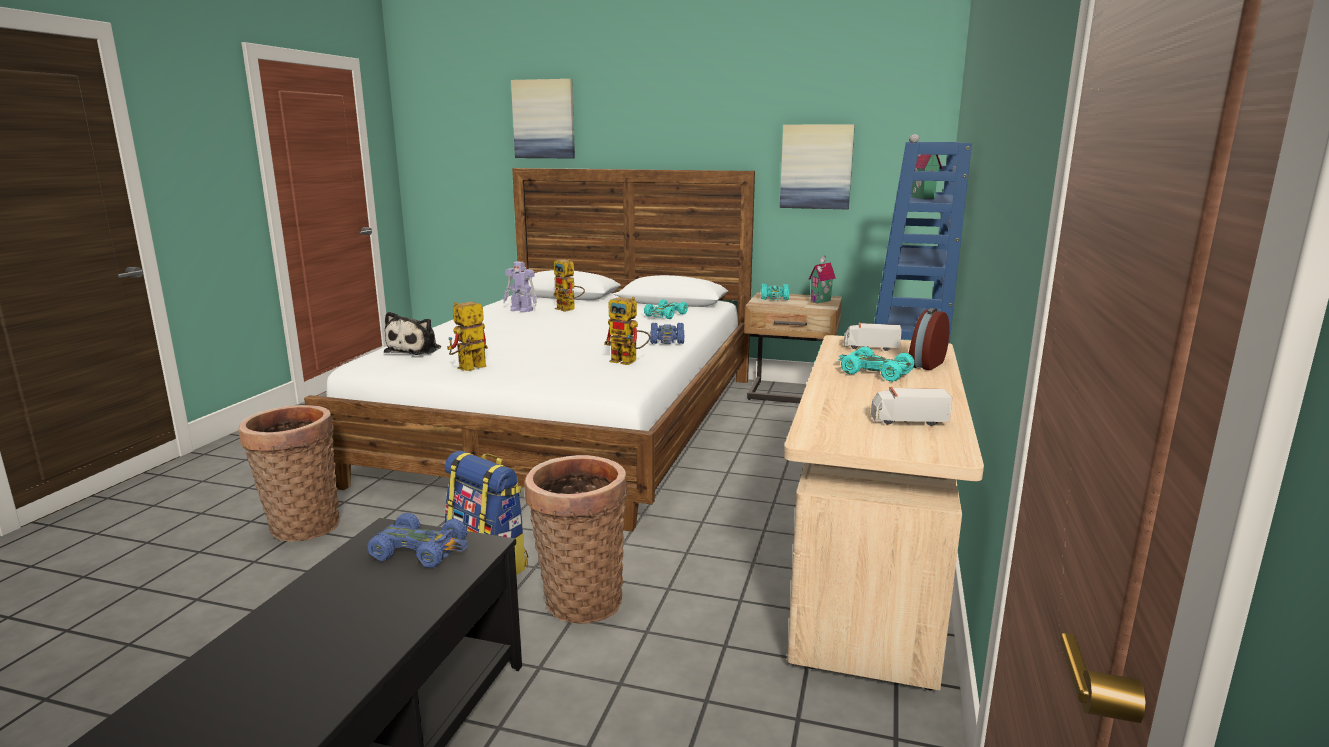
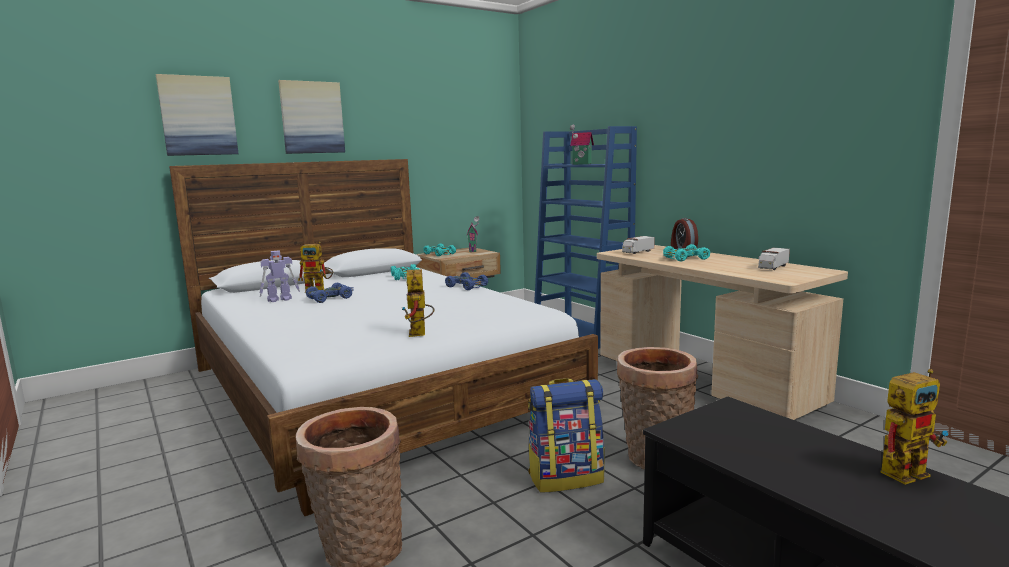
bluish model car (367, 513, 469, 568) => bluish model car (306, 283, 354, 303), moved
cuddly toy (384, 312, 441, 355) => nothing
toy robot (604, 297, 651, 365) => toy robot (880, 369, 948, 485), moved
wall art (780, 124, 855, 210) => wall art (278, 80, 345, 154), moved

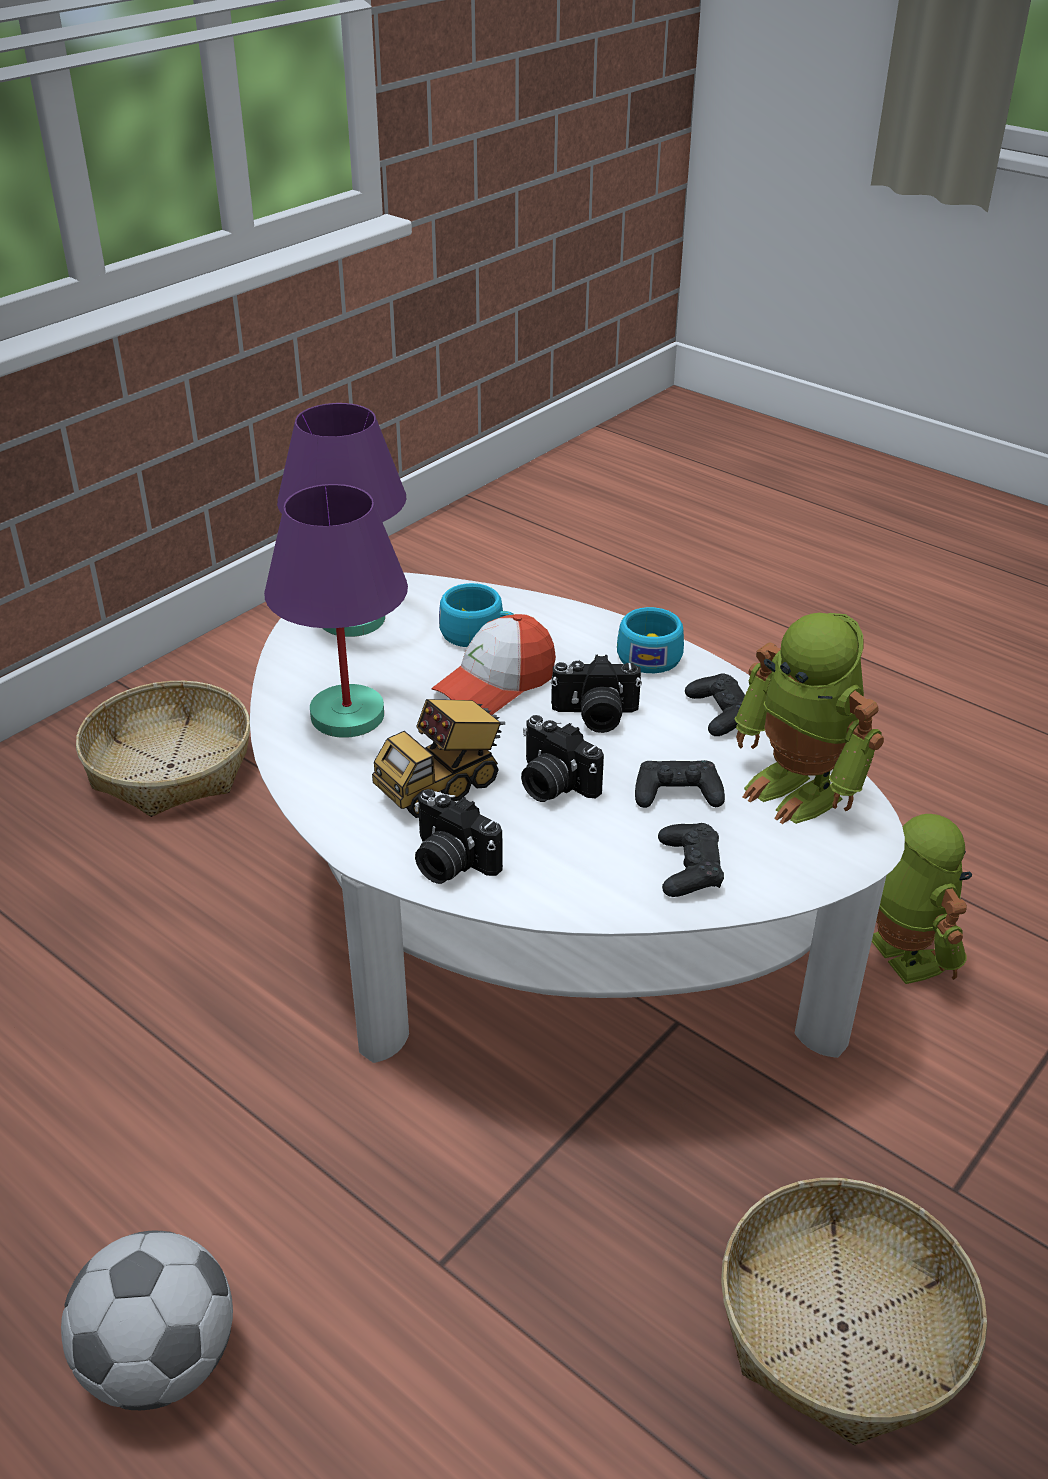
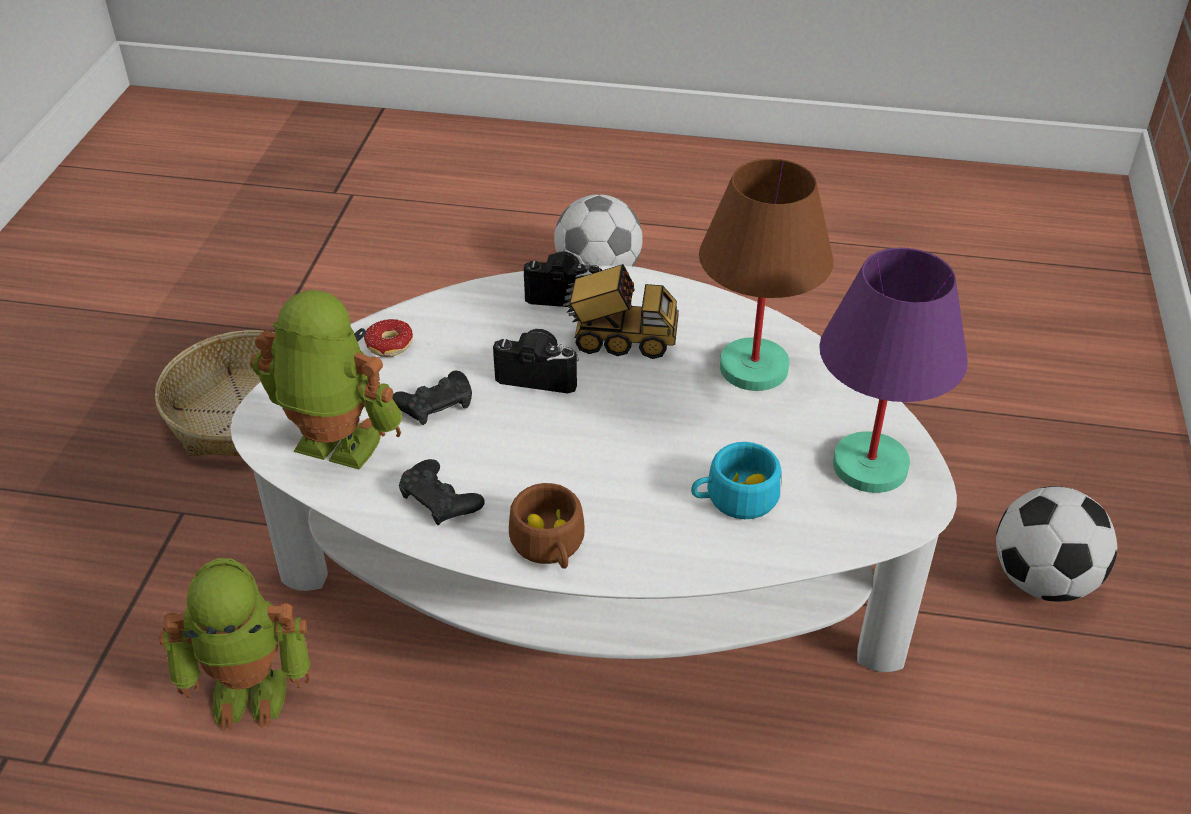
household basket (76, 681, 250, 817) => football (996, 486, 1117, 601)
purple tabletop lamp (264, 484, 408, 738) => brown tabletop lamp (699, 158, 833, 391)
toy truck (372, 699, 506, 818) => toy truck (563, 264, 679, 359), 75 degrees clockwise
baseball cap (431, 614, 556, 715) => nothing
still camera (551, 655, 642, 733) => nothing
turquoise drinking cup (617, 607, 684, 673) => brown drinking cup (509, 483, 585, 569)
black joypad (658, 823, 724, 897) => donut (364, 319, 429, 357)
toy robot (872, 814, 972, 984) => toy robot (159, 558, 311, 731), 45 degrees counterclockwise

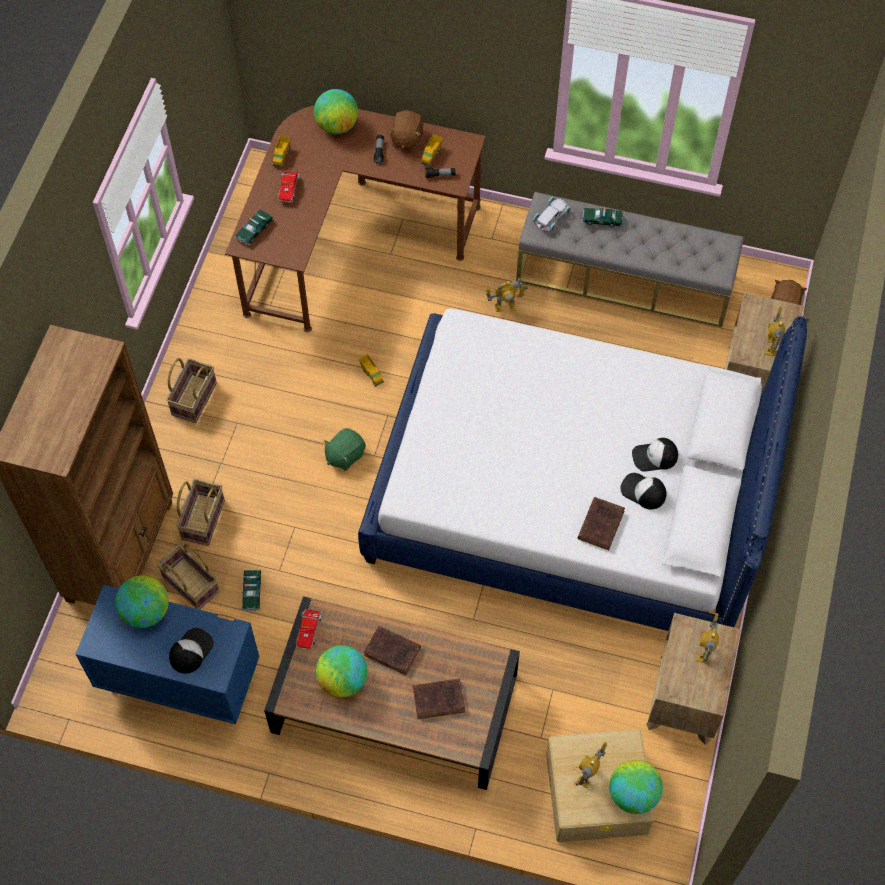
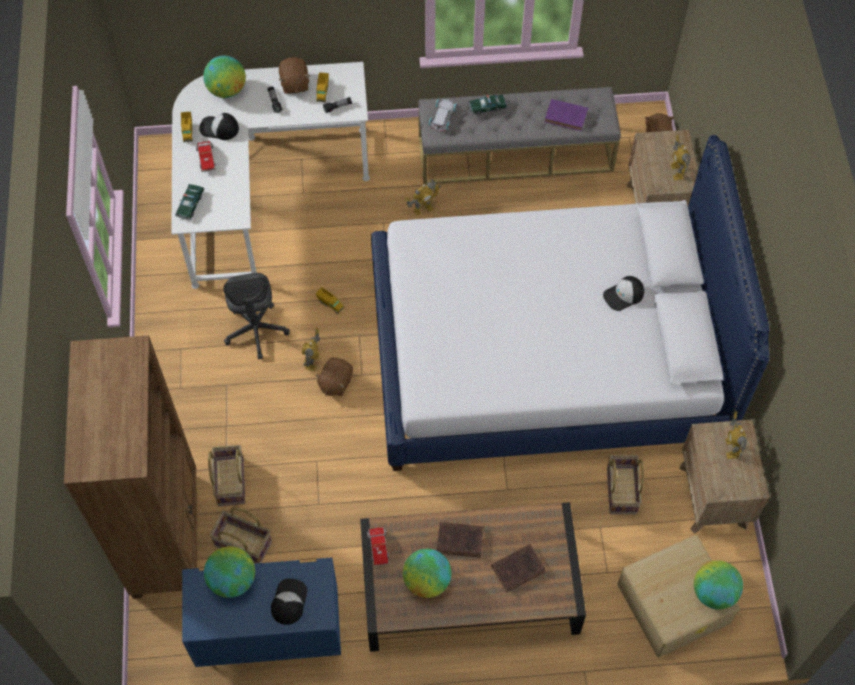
household basket (166, 358, 217, 423) => household basket (607, 455, 644, 514), moved
brown desk (225, 105, 486, 332) => white-coloured desk (171, 62, 370, 289)
model car (241, 570, 262, 611) => nothing
greenish cuddly toy (324, 428, 366, 471) => brown cuddly toy (315, 358, 353, 396)
toy robot (576, 742, 607, 788) => toy robot (302, 328, 320, 371), moved
brown volume (578, 497, 625, 550) => nothing
baseball cap (620, 473, 666, 509) => baseball cap (199, 113, 239, 140), moved
nothing => greyish office chair (223, 273, 290, 360)
nothing => purple volume (545, 99, 588, 131)

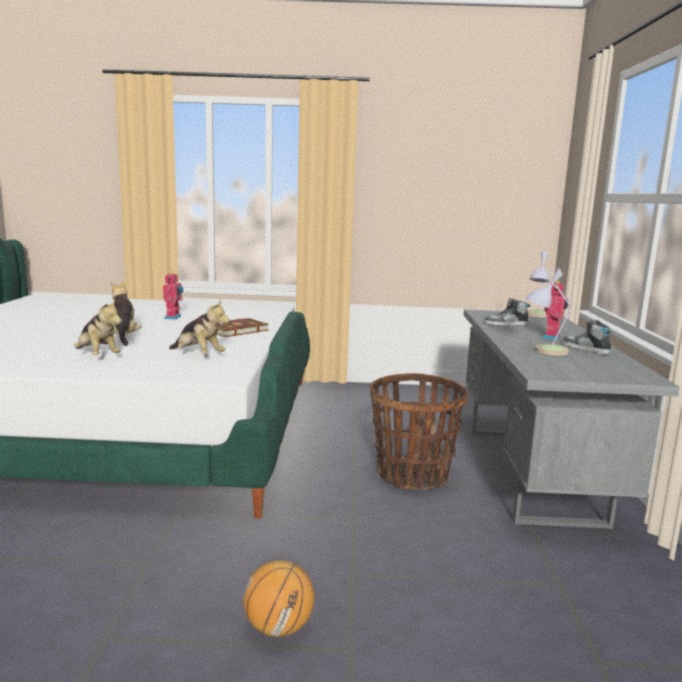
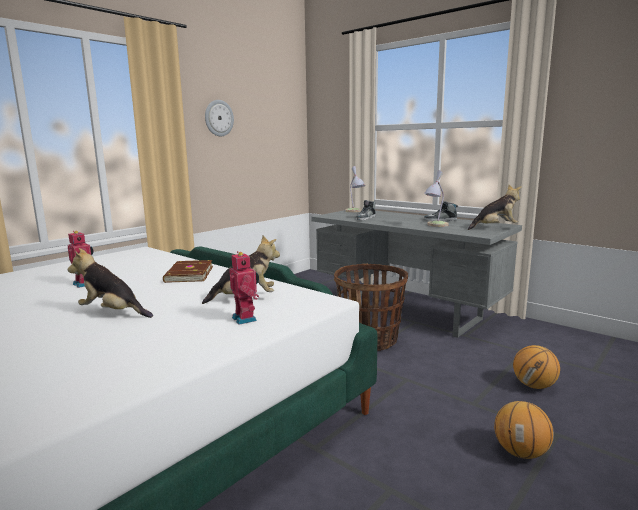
cuddly toy (74, 299, 122, 355) => cuddly toy (468, 185, 522, 230), moved
toy robot (542, 281, 569, 340) => toy robot (229, 251, 259, 325), moved
nothing => wall clock (205, 100, 234, 136)
nothing => ball for basketball (513, 345, 560, 389)

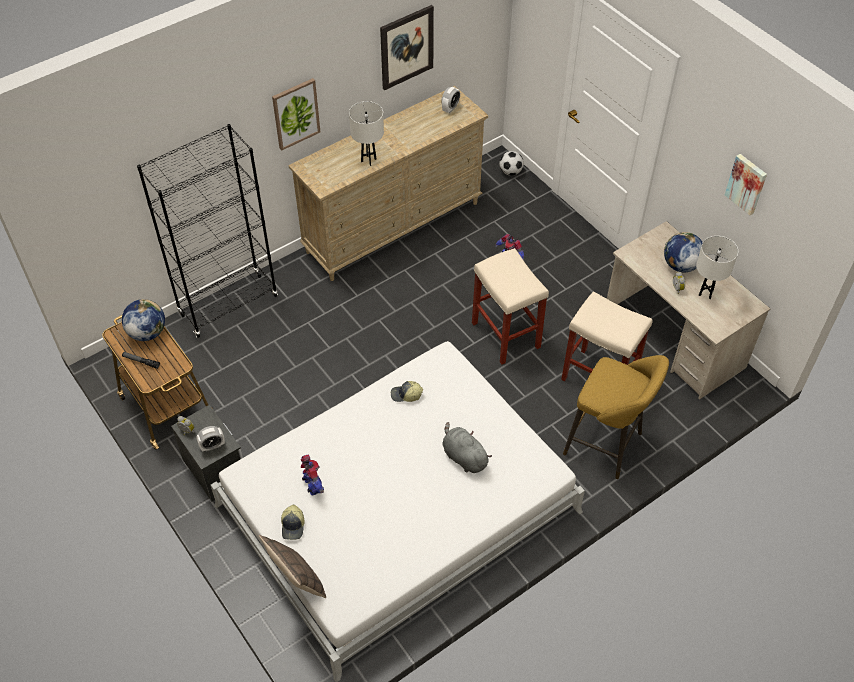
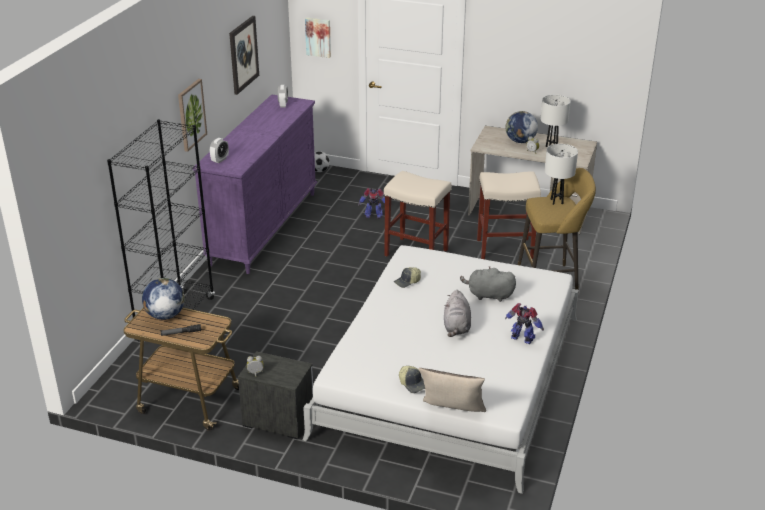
bedside clock (196, 426, 225, 452) => bedside clock (210, 138, 229, 163), moved
sand-coloured dresser (288, 86, 488, 281) => purple dresser (193, 94, 317, 274)
toy robot (301, 454, 324, 495) => toy robot (505, 303, 544, 344), moved
white-coloured tabletop lamp (349, 101, 384, 166) => white-coloured tabletop lamp (545, 144, 578, 205), moved
wall art (725, 154, 767, 215) => wall art (305, 17, 331, 58), moved
nothing => greyish cuddly toy (444, 290, 471, 337)

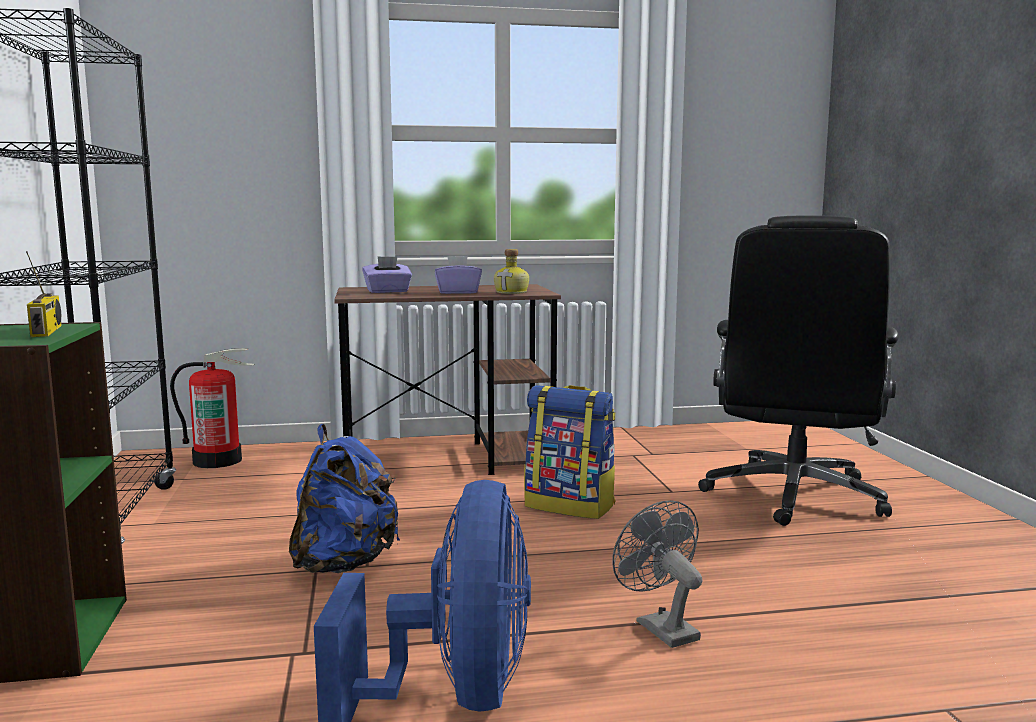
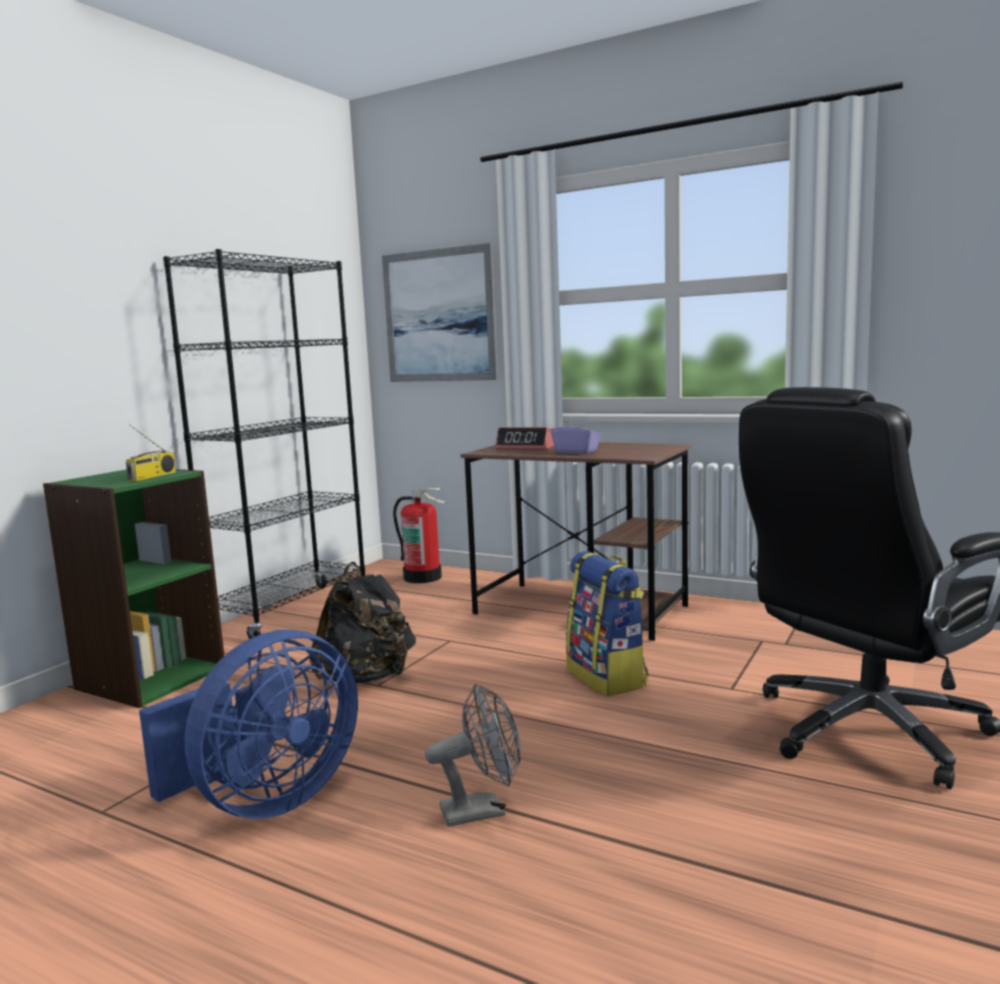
bluish rucksack (289, 424, 400, 573) => black rucksack (309, 562, 416, 683)
purple box of tissues (362, 256, 412, 293) => bedside clock (495, 427, 554, 450)
drink bottle (494, 249, 529, 294) => nothing
greyish fan (613, 500, 702, 648) => greyish fan (425, 684, 521, 827), 60 degrees clockwise
nothing => wall art (382, 243, 498, 382)

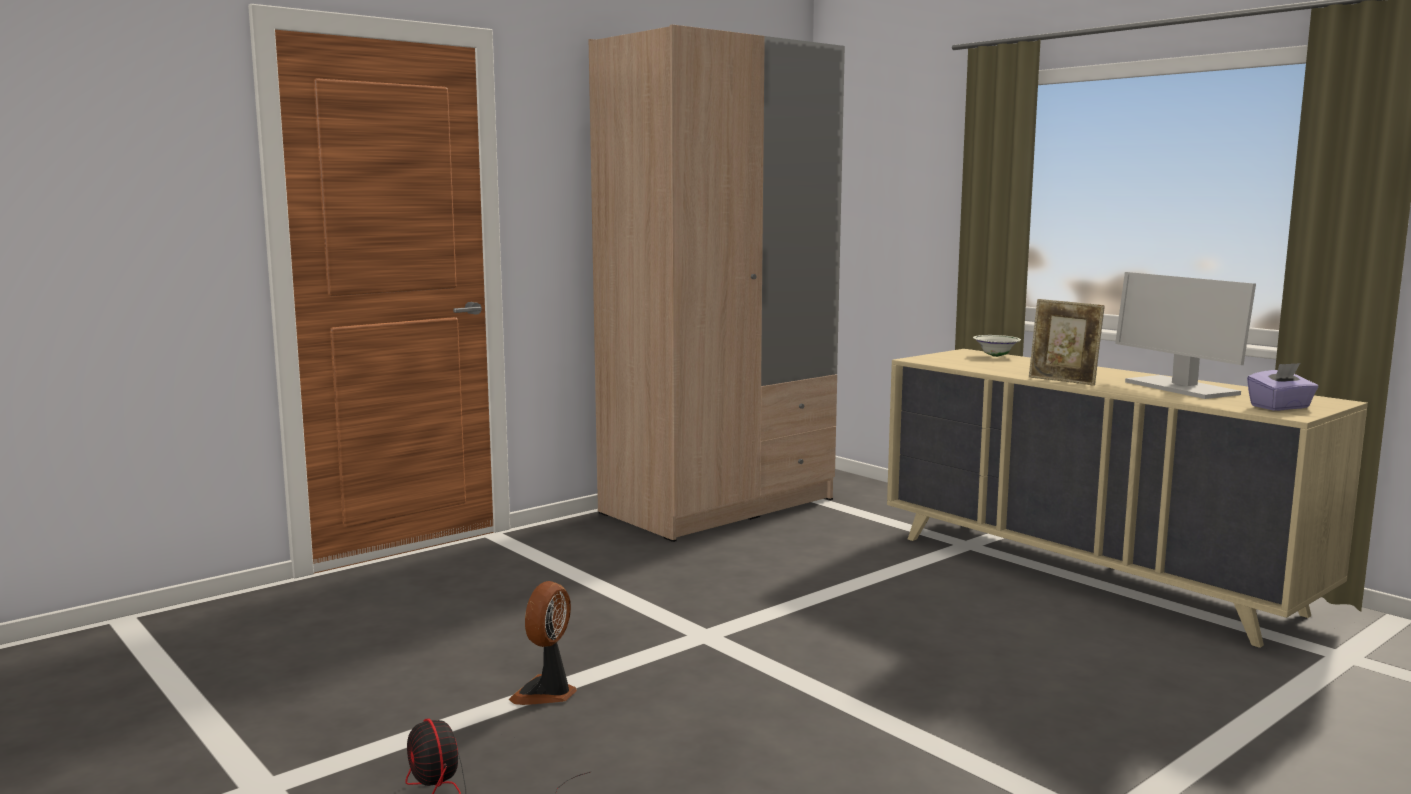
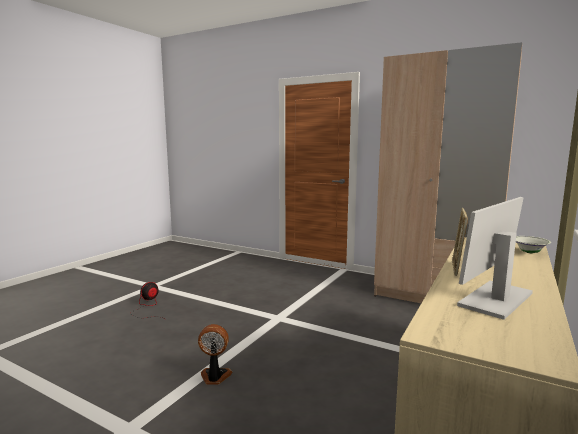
fan (509, 581, 577, 705) => fan (198, 324, 233, 385), moved
purple box of tissues (1247, 363, 1318, 411) => nothing

